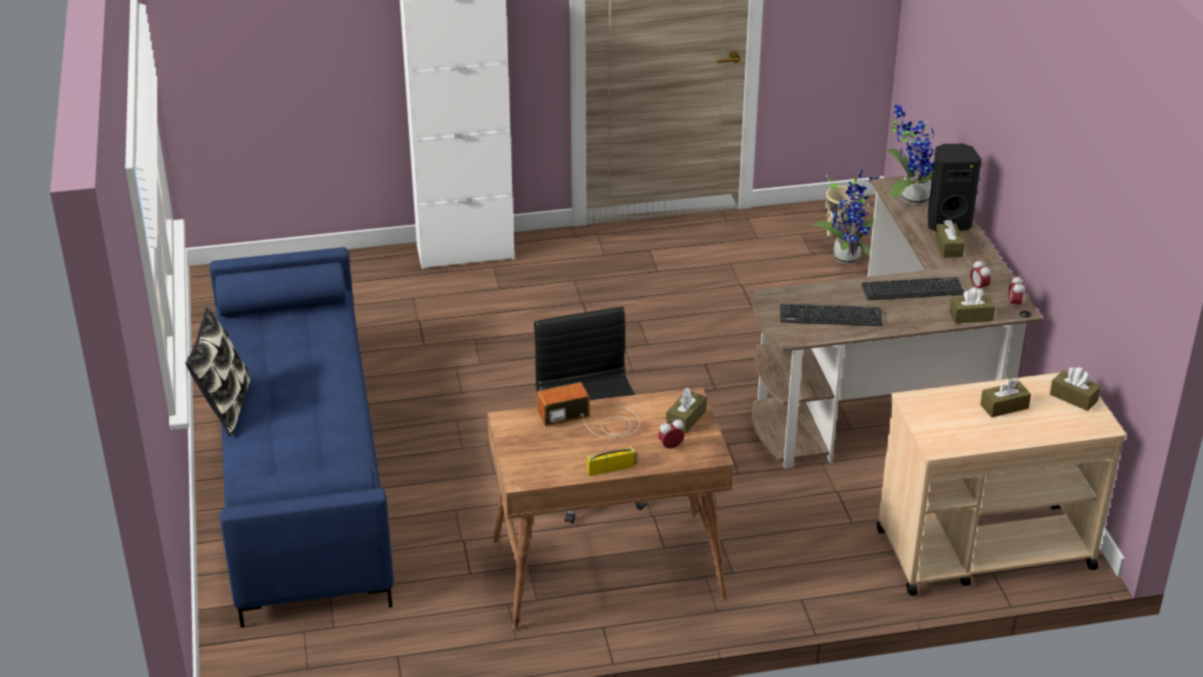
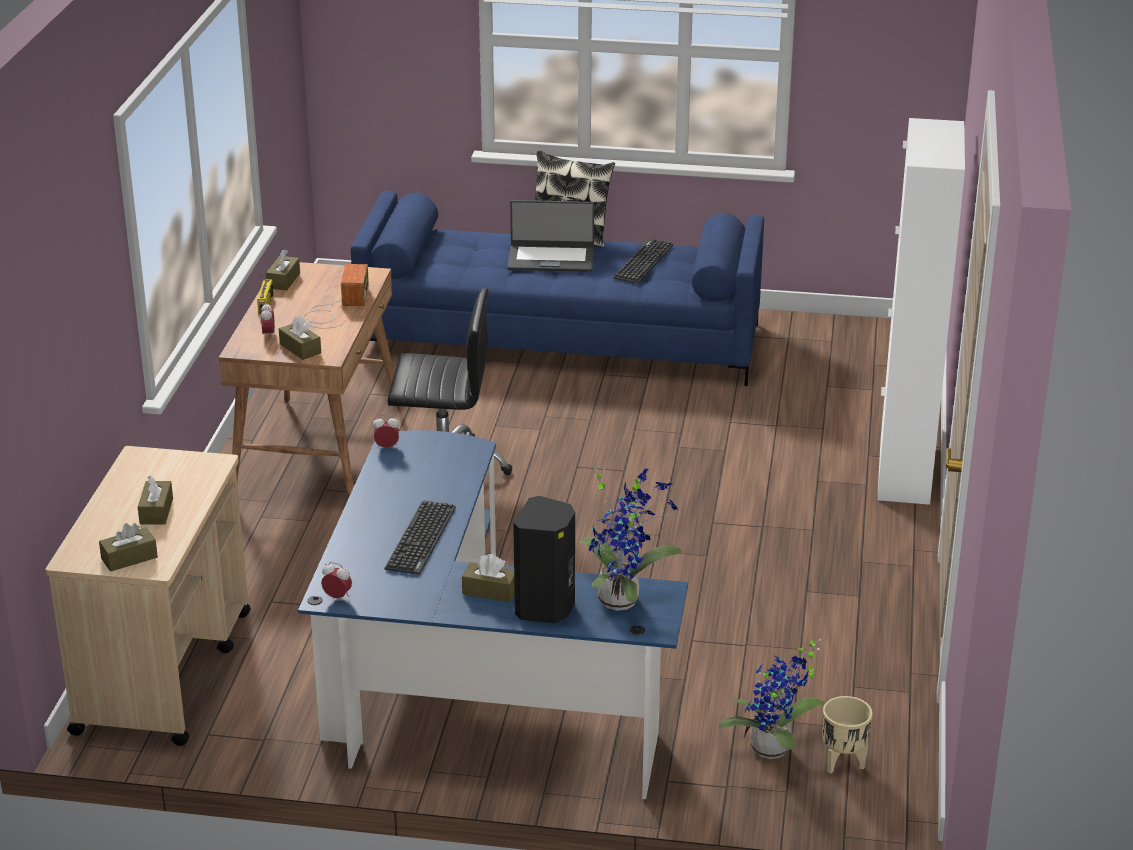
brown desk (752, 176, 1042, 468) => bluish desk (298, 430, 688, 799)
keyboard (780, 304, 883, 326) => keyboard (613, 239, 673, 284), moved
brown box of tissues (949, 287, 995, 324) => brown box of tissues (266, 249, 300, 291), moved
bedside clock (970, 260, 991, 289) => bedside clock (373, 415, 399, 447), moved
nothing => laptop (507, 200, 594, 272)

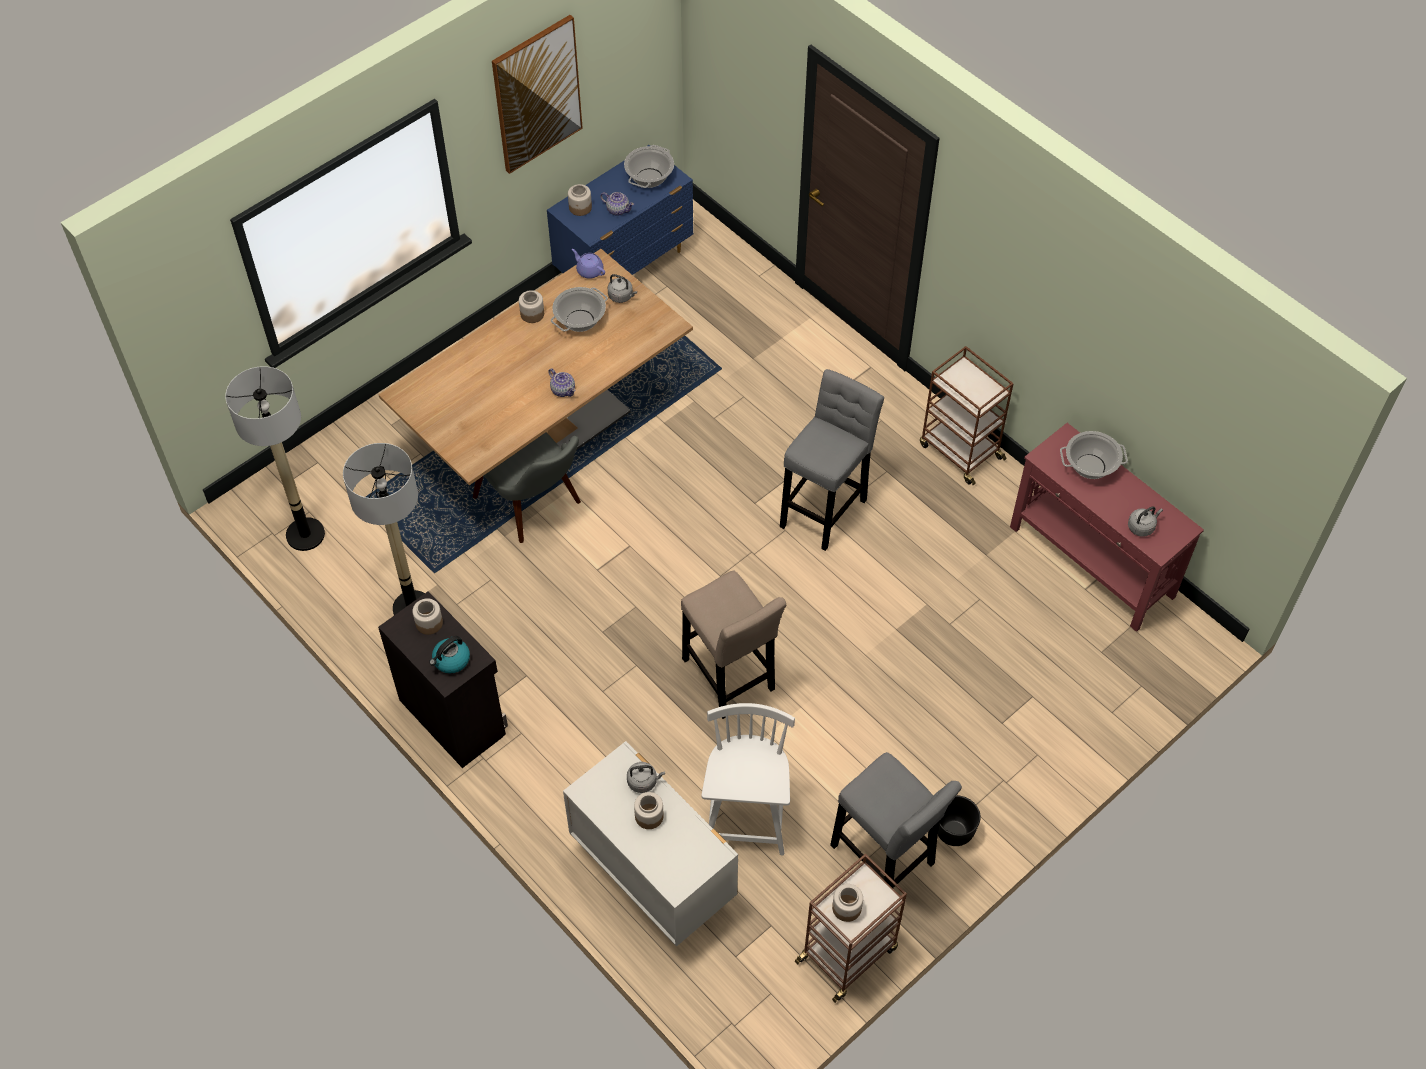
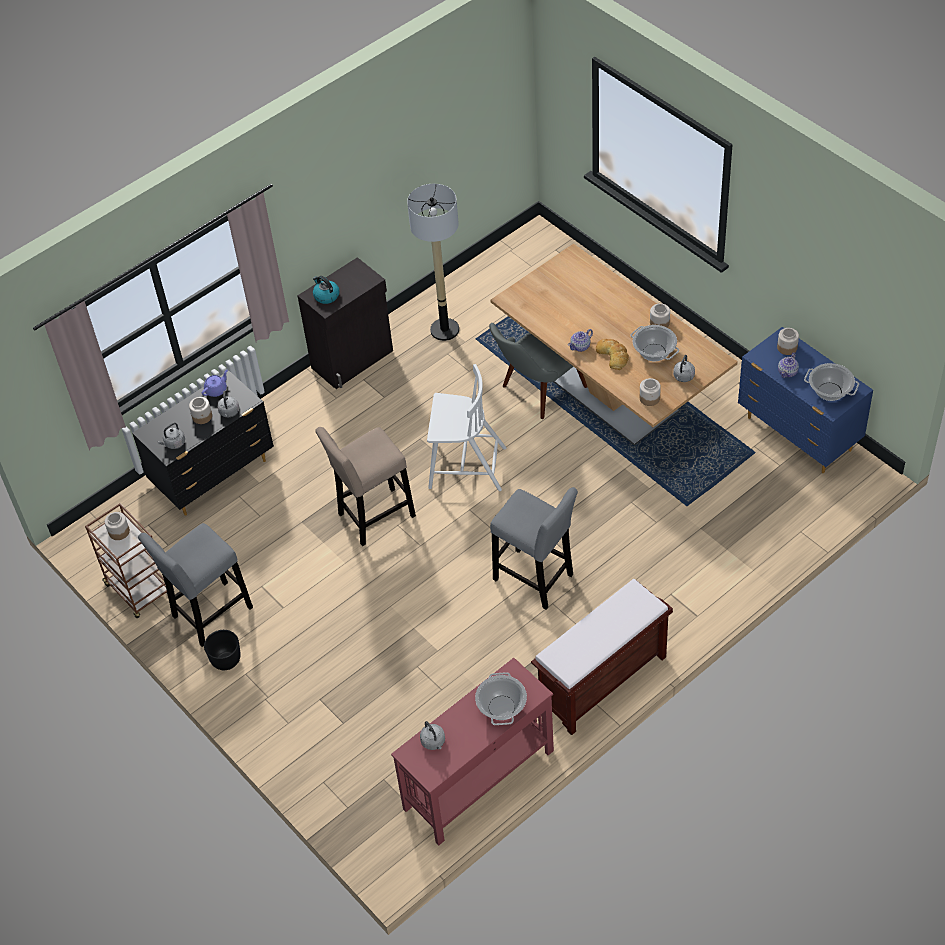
standard lamp (225, 366, 325, 551) => nothing
preserve jar (412, 598, 443, 635) => preserve jar (640, 378, 661, 406), moved
wall art (492, 15, 583, 174) => nothing
white-coloured dresser (563, 741, 738, 947) => black dresser (132, 371, 274, 516)
purple tea pot (572, 249, 605, 279) => purple tea pot (202, 370, 228, 397), moved
white-coloured upright chair (701, 703, 795, 856) => white-coloured upright chair (427, 364, 506, 491), moved
brown cart (920, 346, 1014, 485) => brown indoor bench (531, 579, 673, 735)
nothing => greyish water kettle (158, 423, 185, 449)
nothing => bakery bread (596, 339, 629, 370)

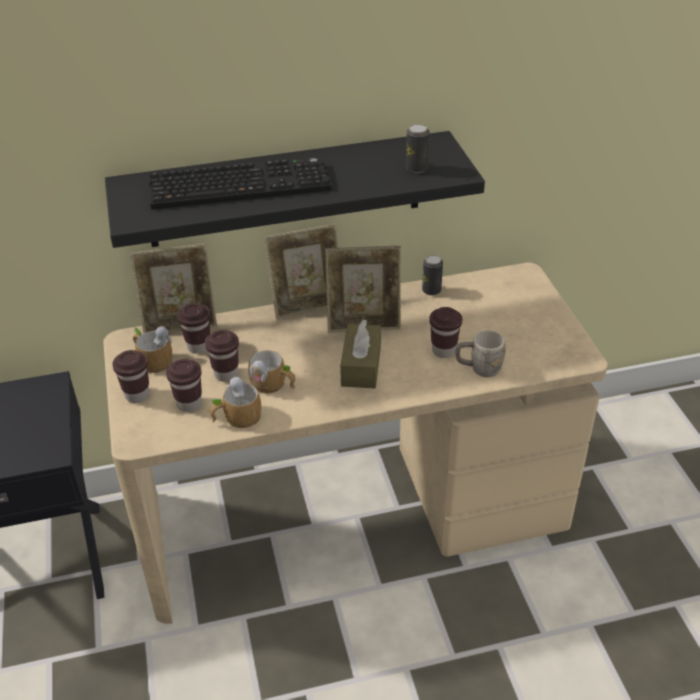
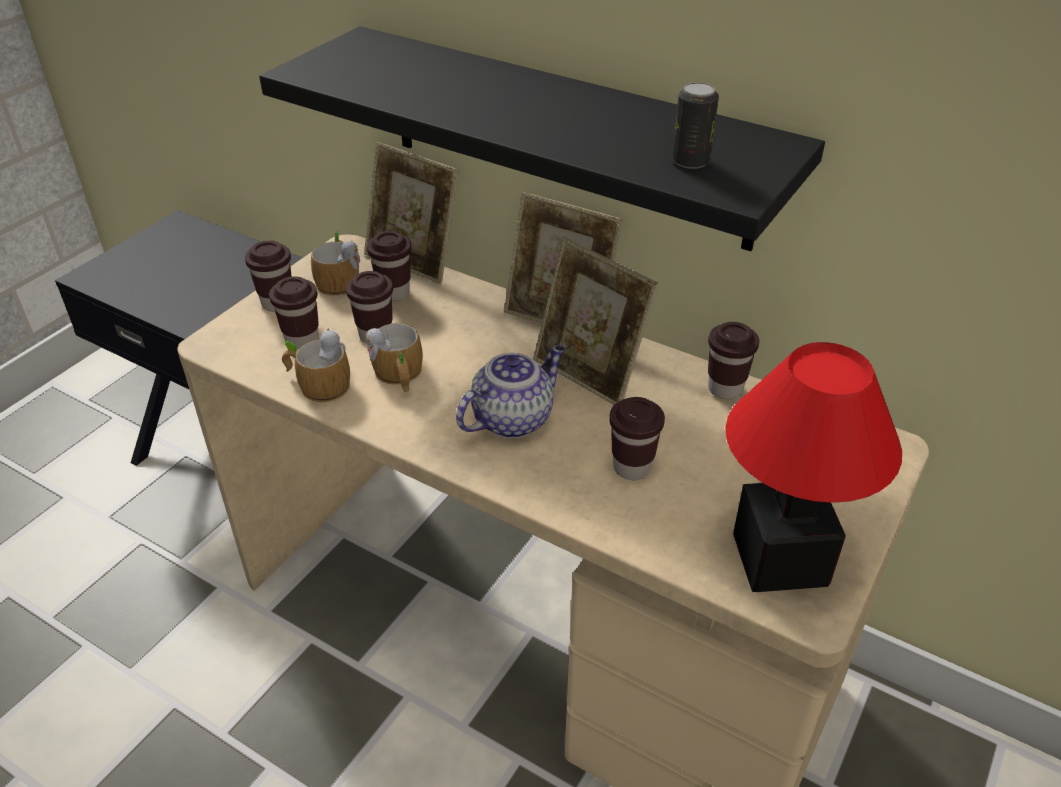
keyboard (149, 156, 332, 209) => nothing
brown box of tissues (340, 319, 381, 389) => tea pot (456, 345, 565, 438)
can (422, 255, 443, 296) => brown drinking cup (708, 322, 759, 399)
greyish tea mug (455, 330, 506, 377) => nothing
nothing => tabletop lamp (725, 342, 902, 592)

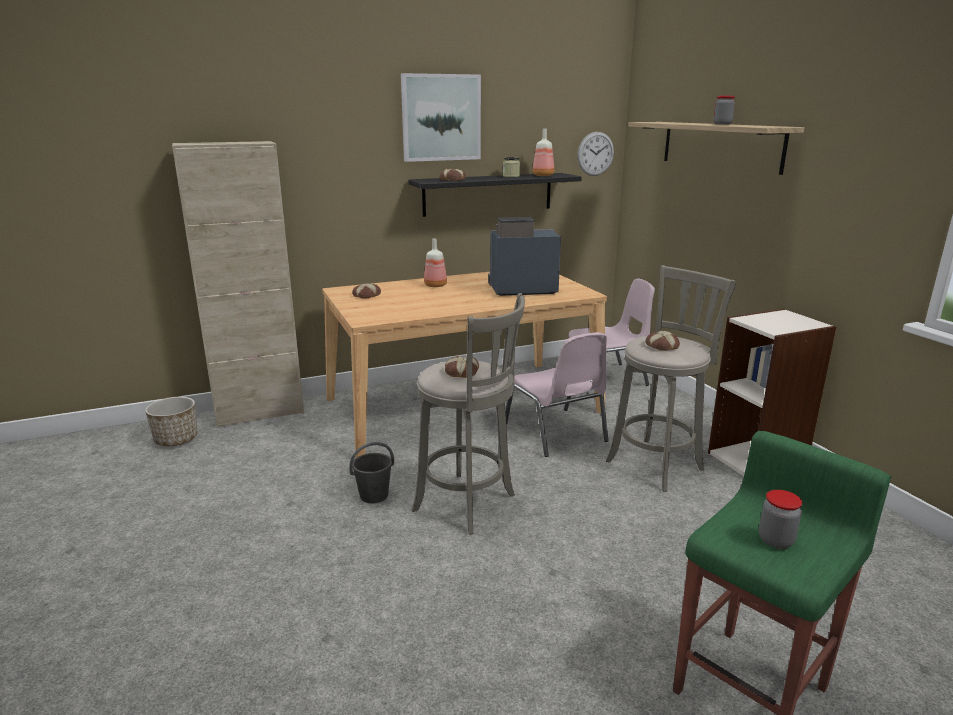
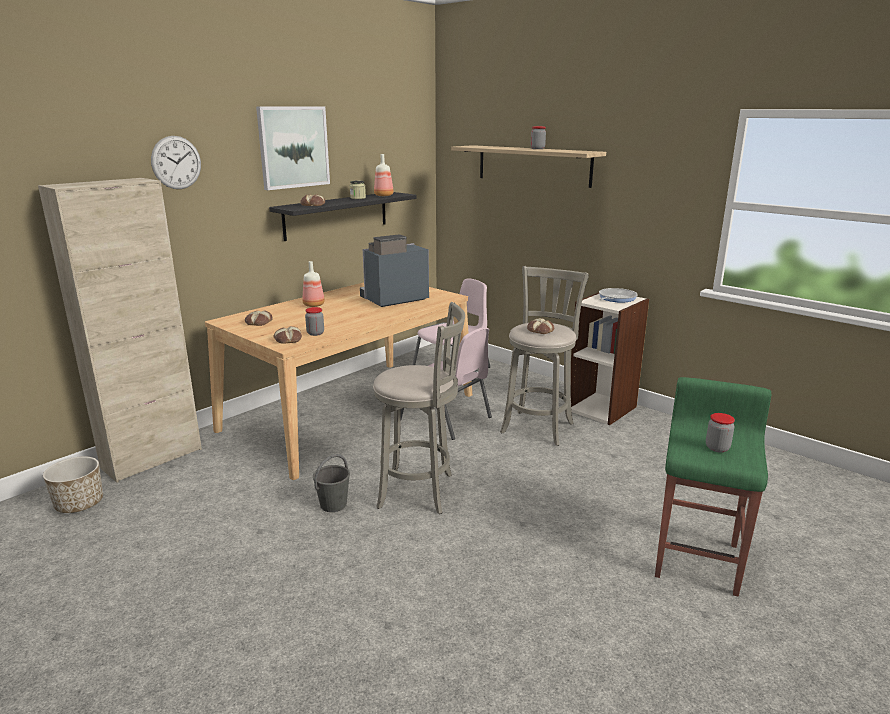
bakery bread (445, 356, 479, 378) => bakery bread (273, 326, 302, 344), moved
wall clock (577, 132, 614, 176) => wall clock (151, 136, 201, 189), moved
nothing => preserve jar (305, 307, 324, 336)
nothing => frying pan (599, 288, 638, 303)

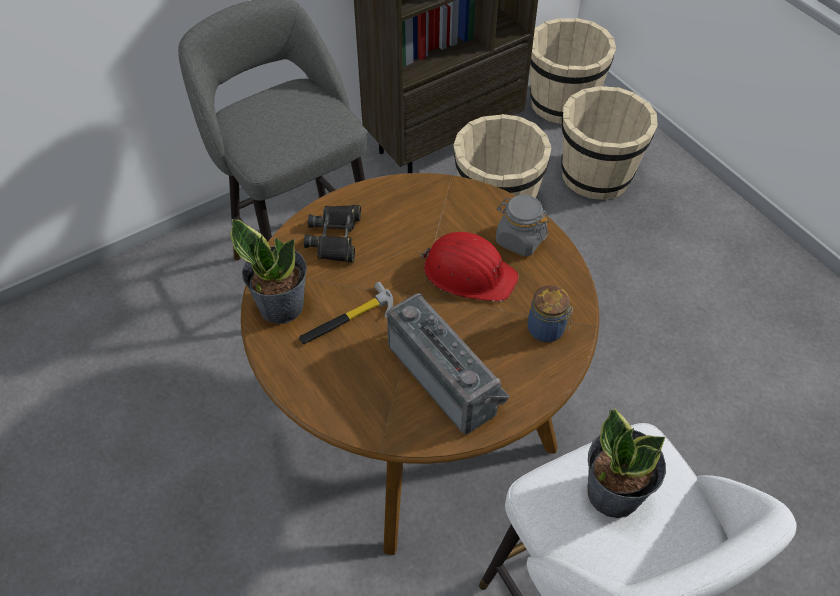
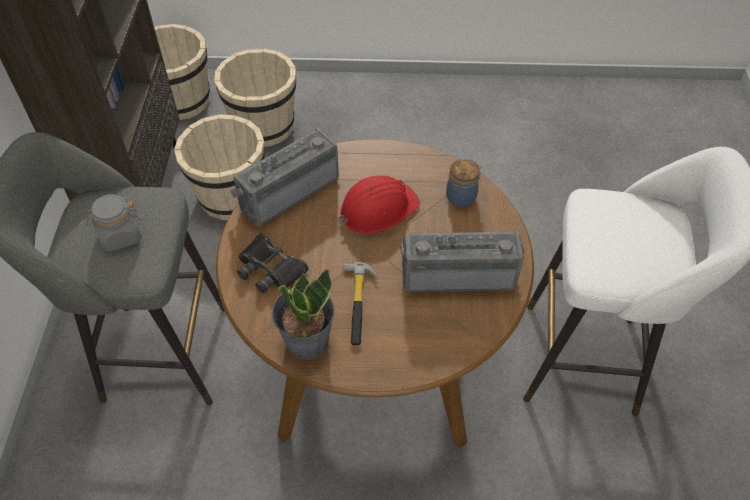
greyish preserve jar (496, 195, 549, 257) => greyish preserve jar (84, 194, 142, 252), moved
plant in a pot (587, 408, 666, 518) => nothing
nothing => radio receiver (230, 128, 339, 226)

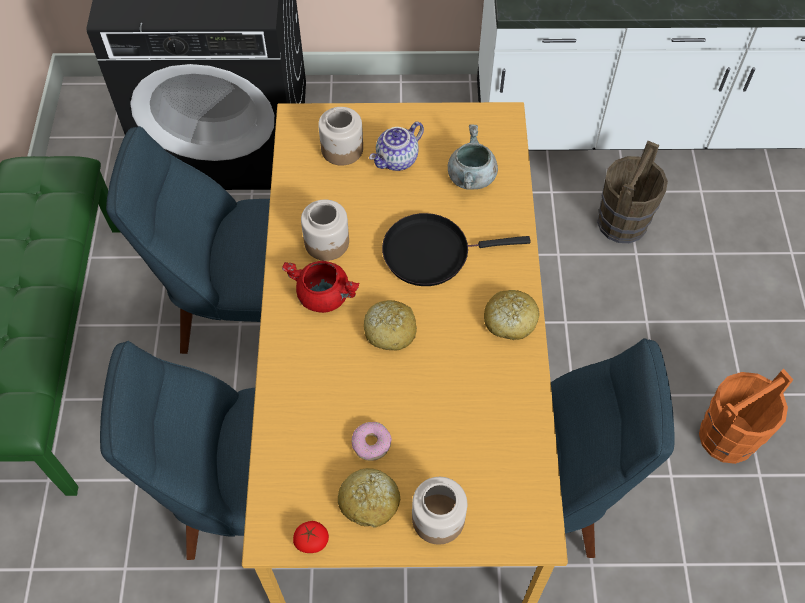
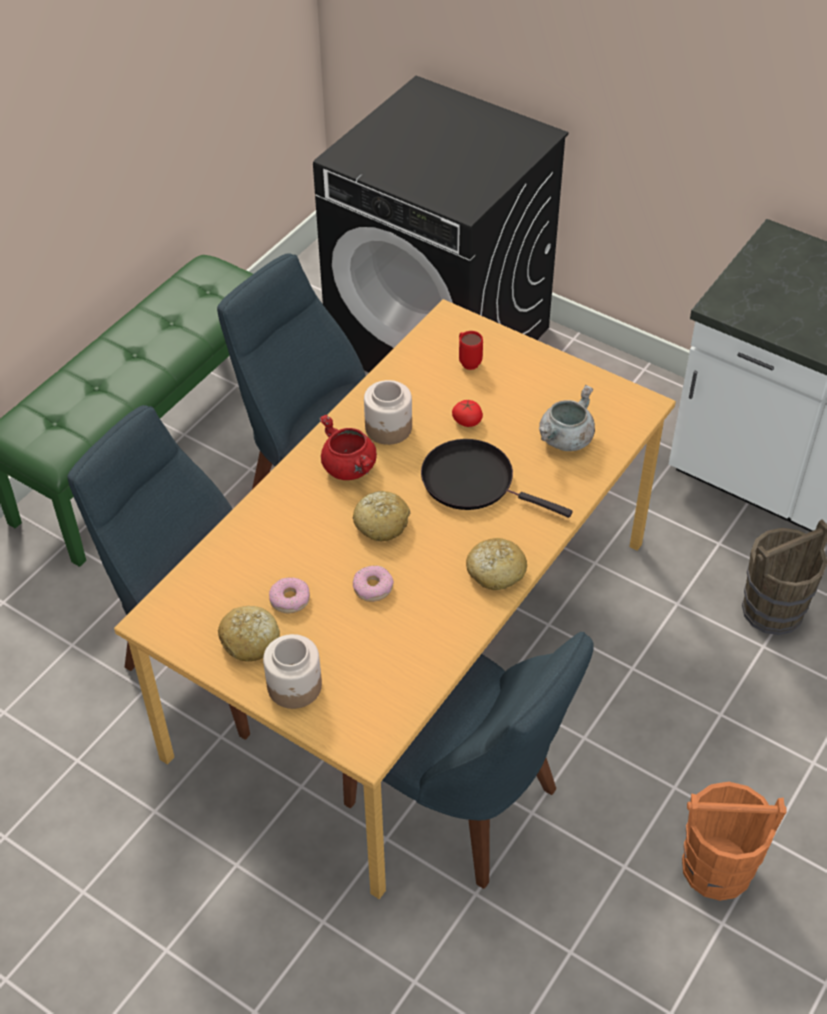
whole tomato (293, 521, 329, 553) => whole tomato (452, 400, 483, 427), moved
preserve jar (318, 107, 363, 166) => red tea mug (459, 331, 483, 370)
tea pot (369, 122, 424, 171) => nothing
nothing => donut (353, 565, 394, 602)

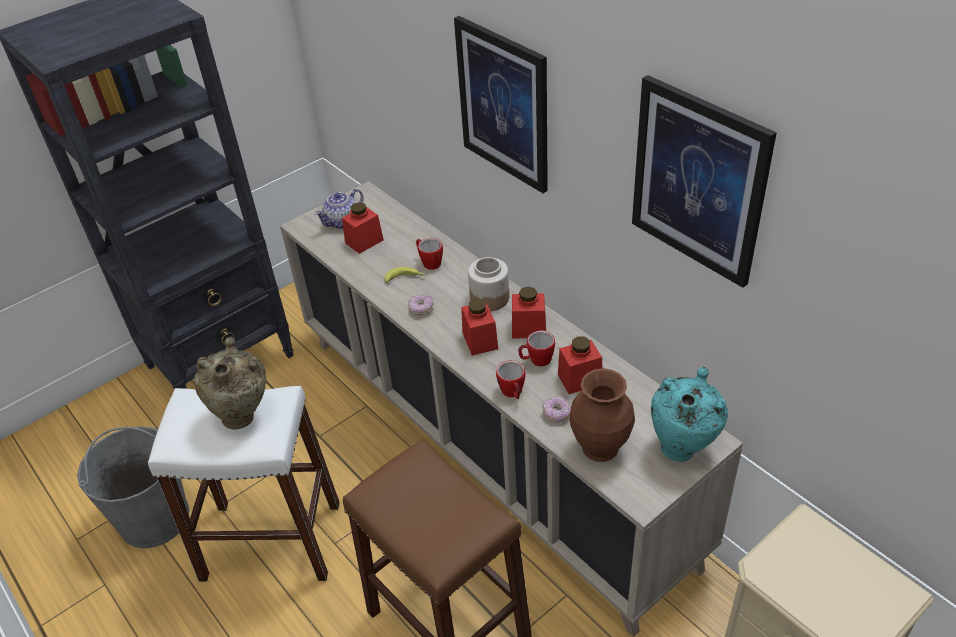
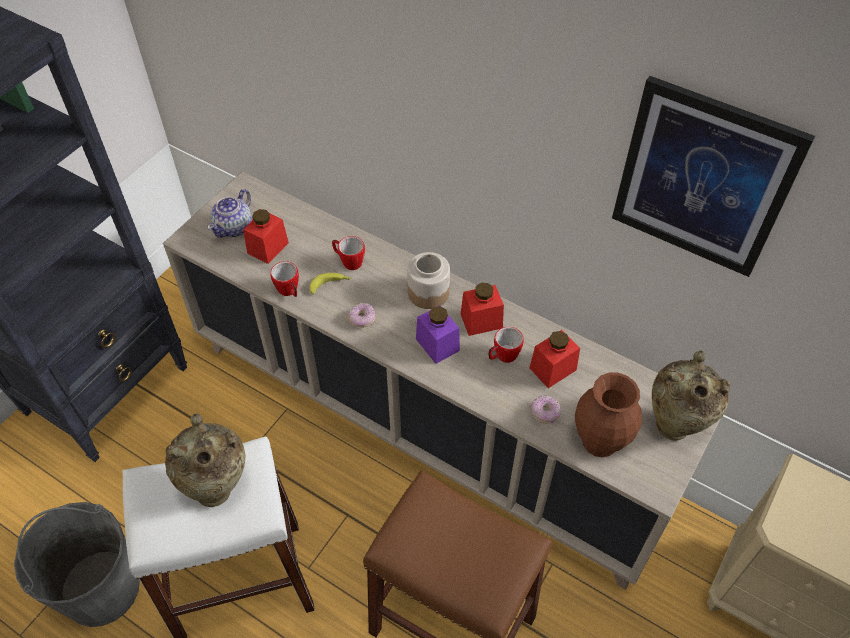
wall art (454, 16, 548, 193) => nothing
red preserve jar (461, 299, 498, 356) => purple preserve jar (416, 305, 460, 364)
tea mug (496, 360, 525, 399) => tea mug (270, 261, 299, 297), moved
turquoise decorative vase (651, 367, 728, 462) => sand-coloured decorative vase (652, 350, 730, 441)

